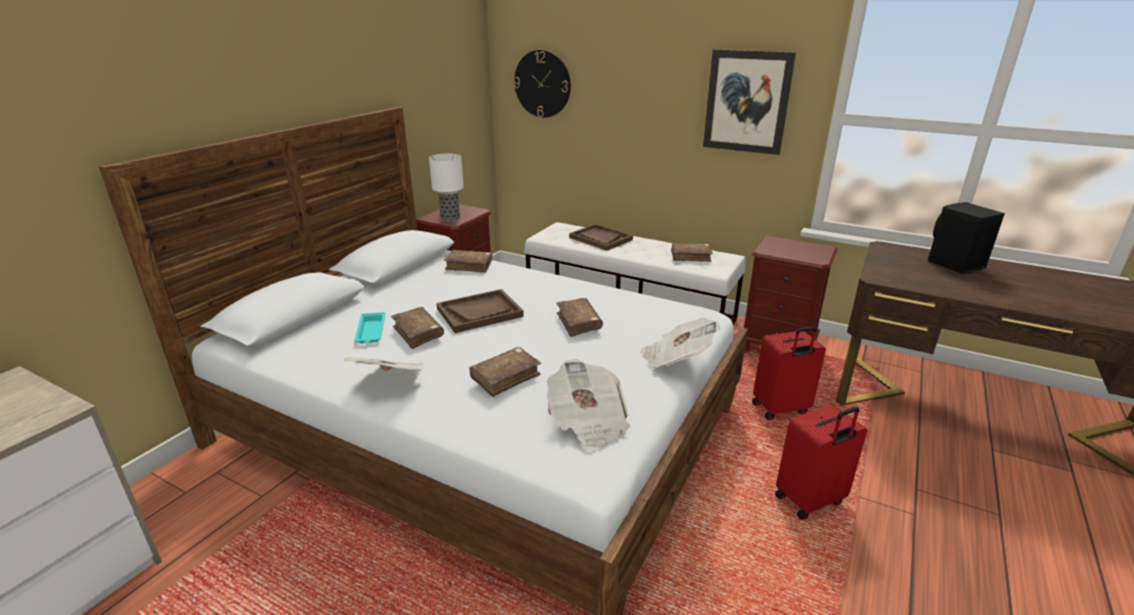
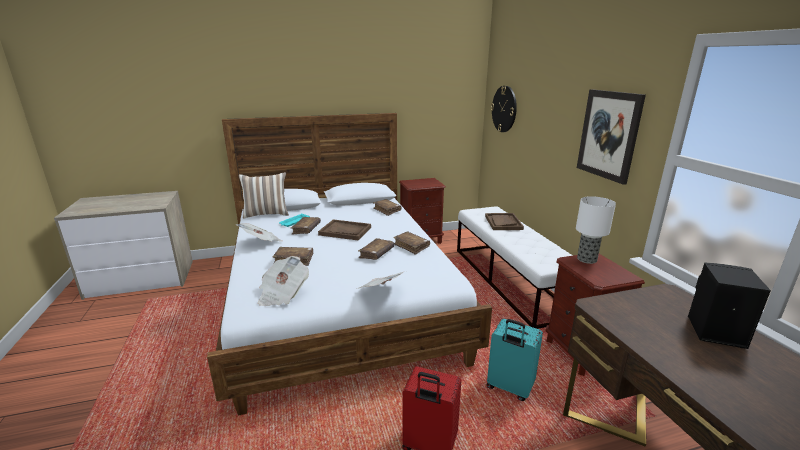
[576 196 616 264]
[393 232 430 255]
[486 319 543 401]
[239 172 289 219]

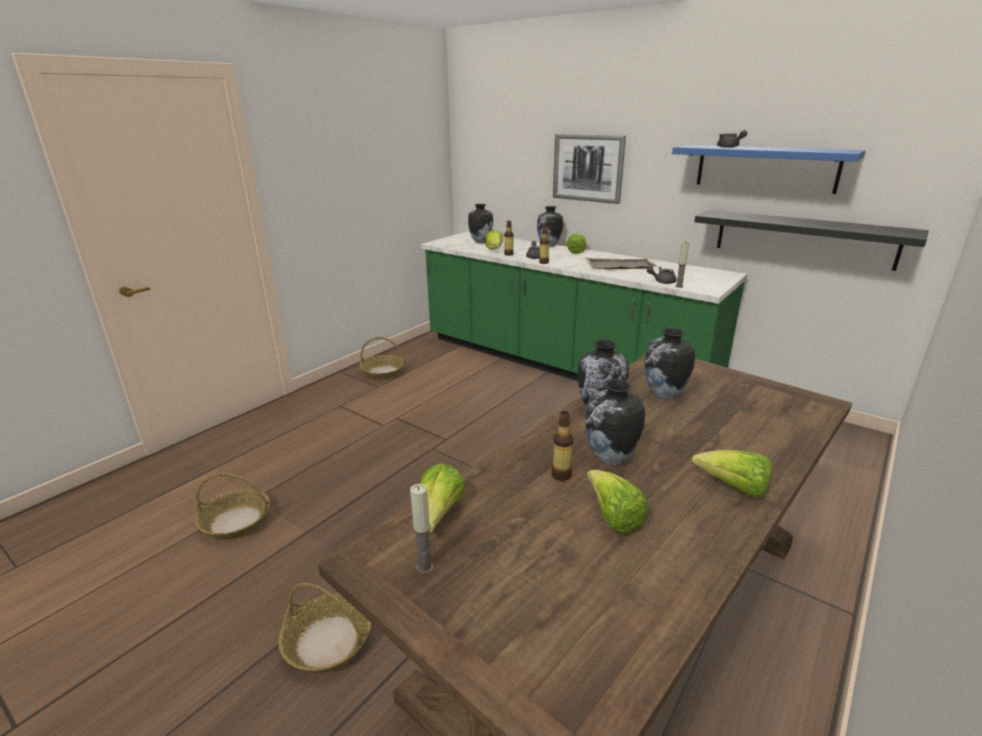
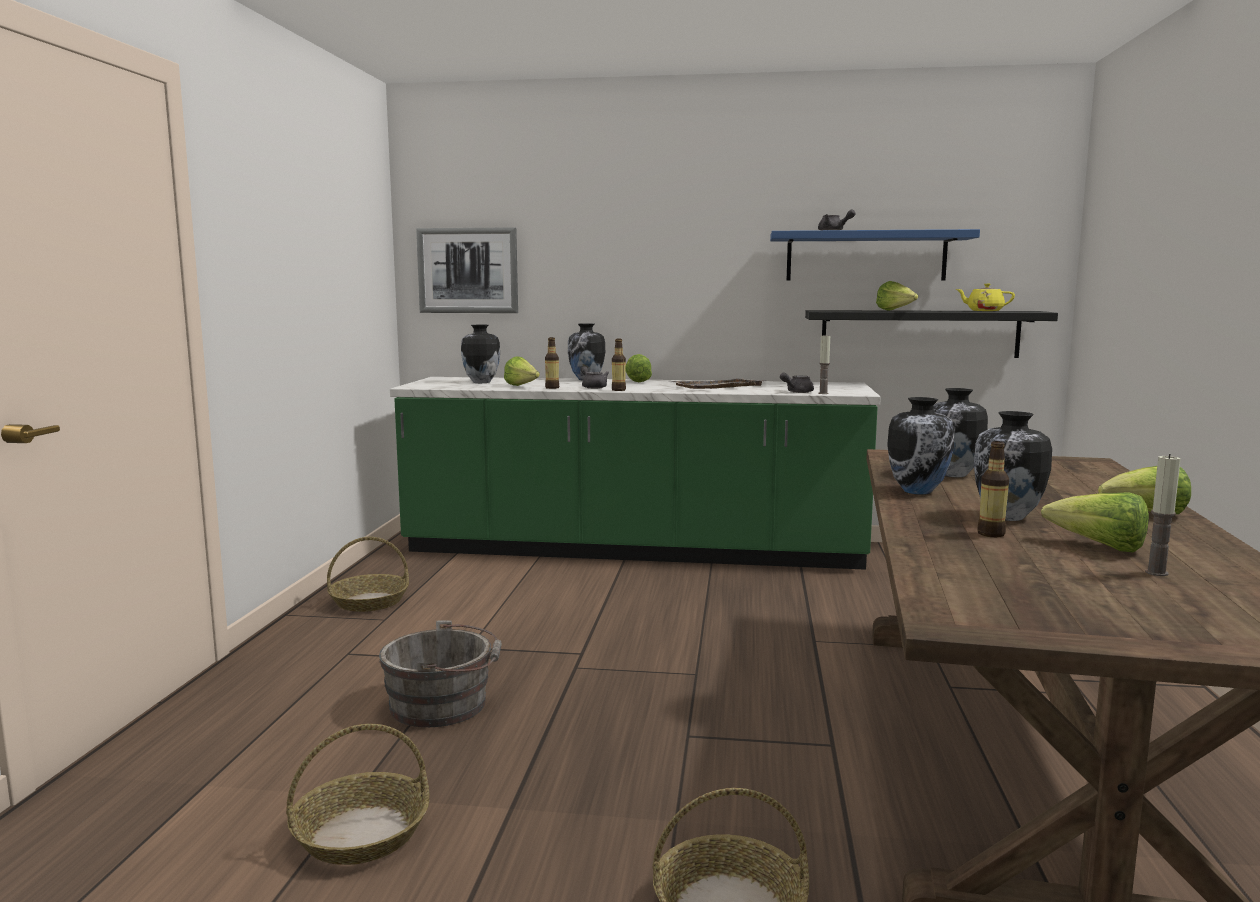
[416 227 518 313]
[876 281 918 311]
[1145 454 1181 576]
[956 283 1015 311]
[379 620 502 727]

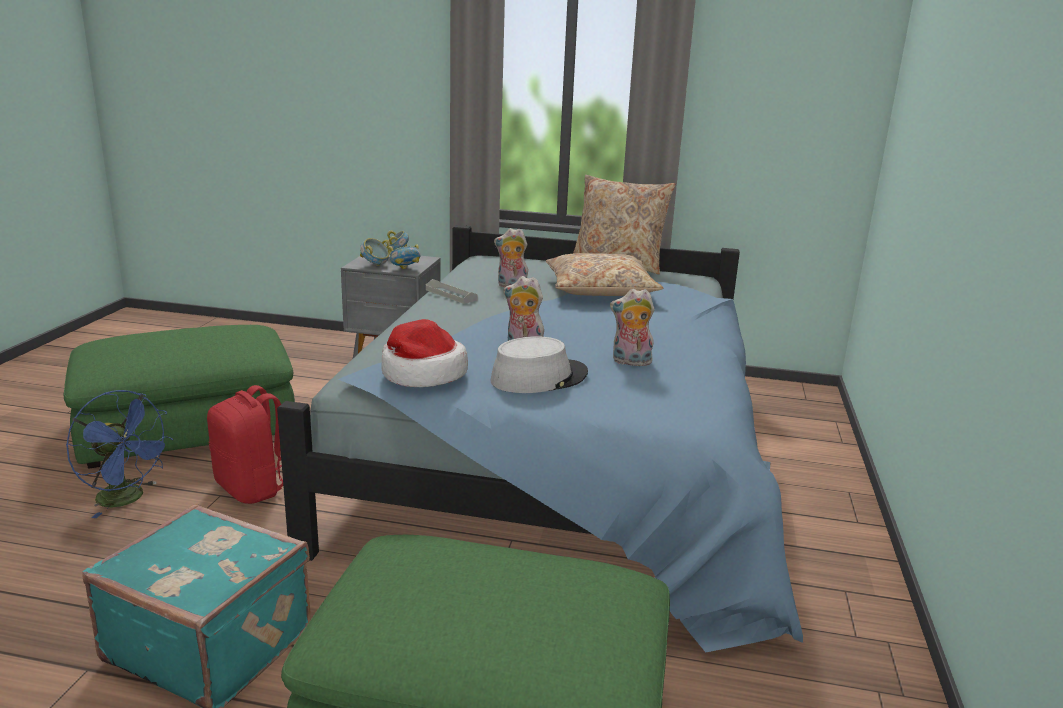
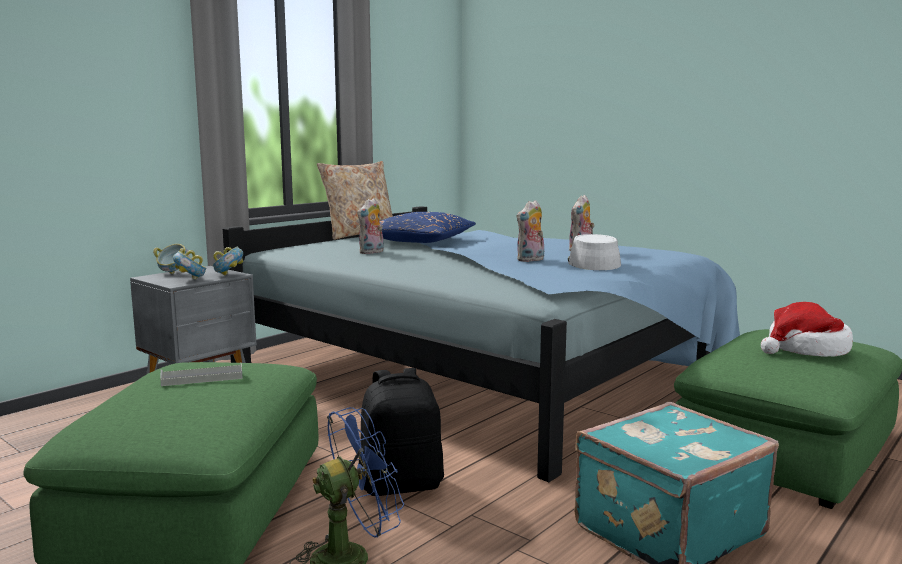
[379 212 476 243]
[160 362 243 386]
[761 302 853 357]
[359 368 444 496]

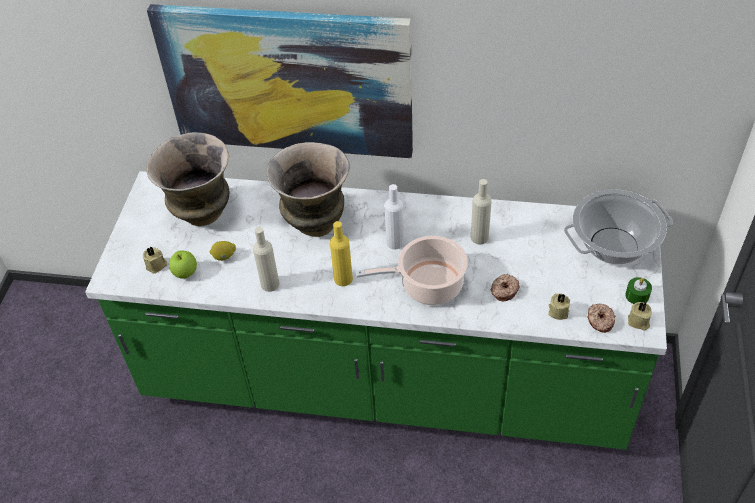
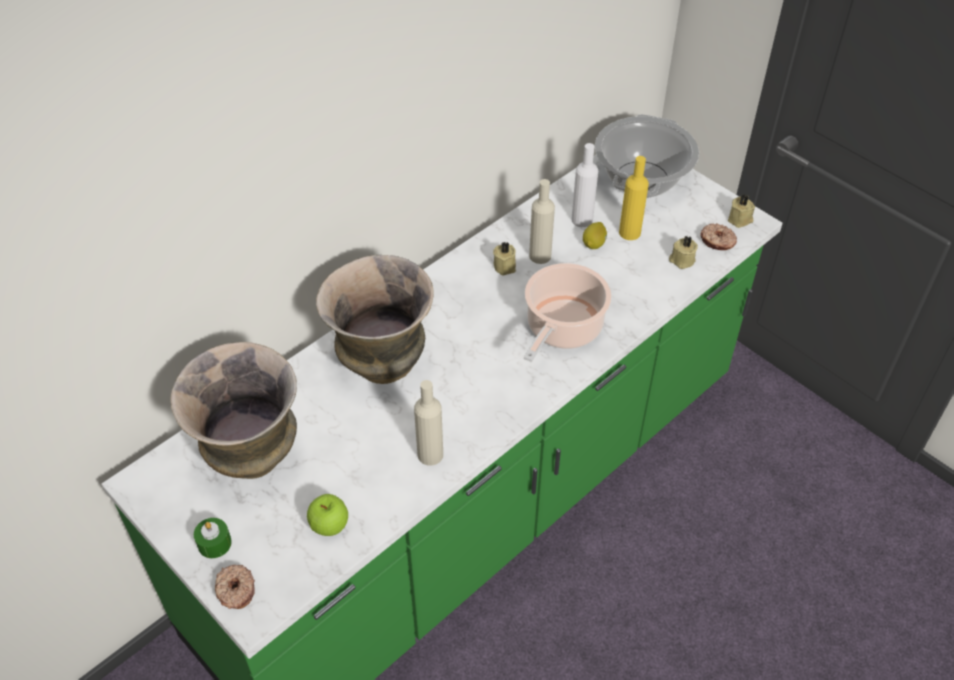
[147 4 413 158] (first image)
[571 143 598 227]
[619 156 649 240]
[583 222 607 249]
[493 242 516 275]
[215 565 255 609]
[194 518 232 558]

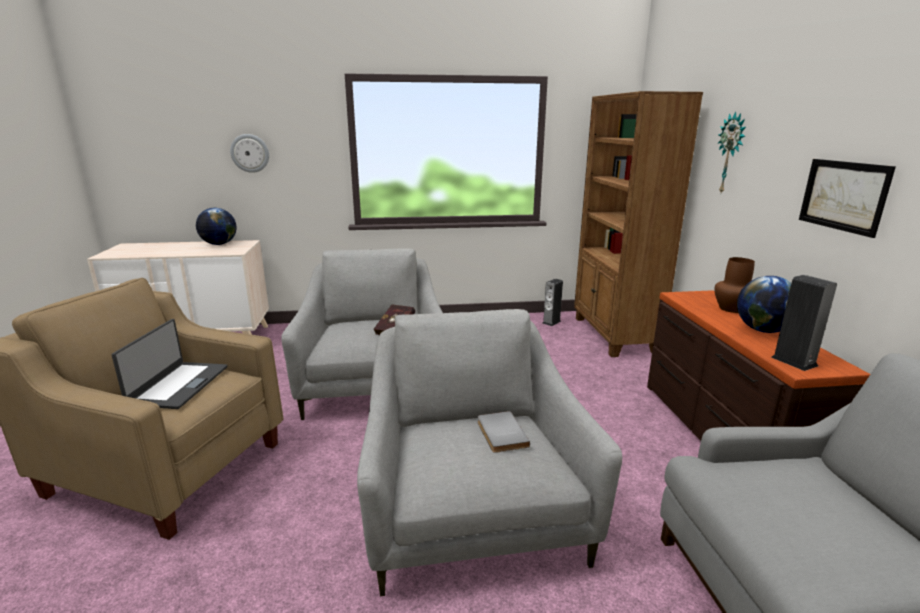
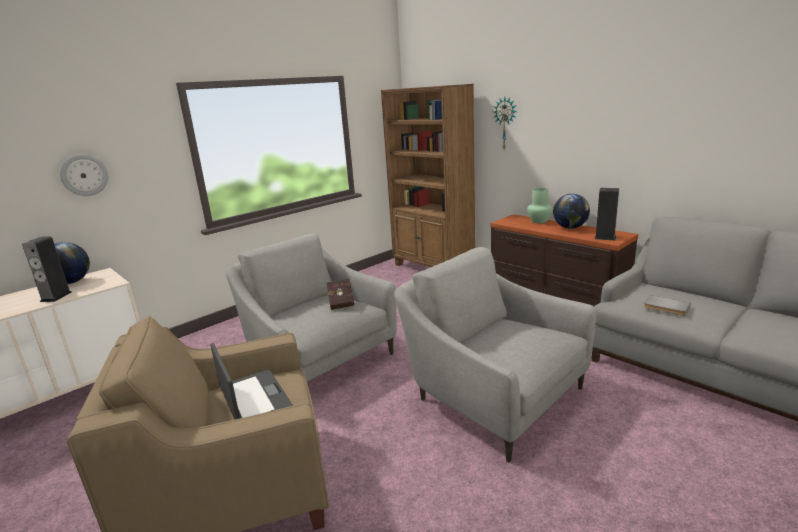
[799 159 896 238] (first image)
[527 188 553 223]
[22 236 72 302]
[644 295 691 316]

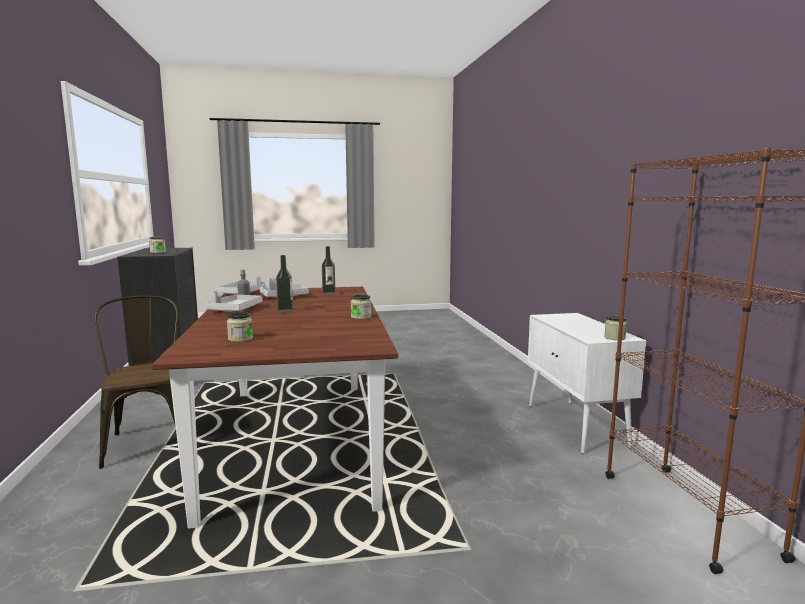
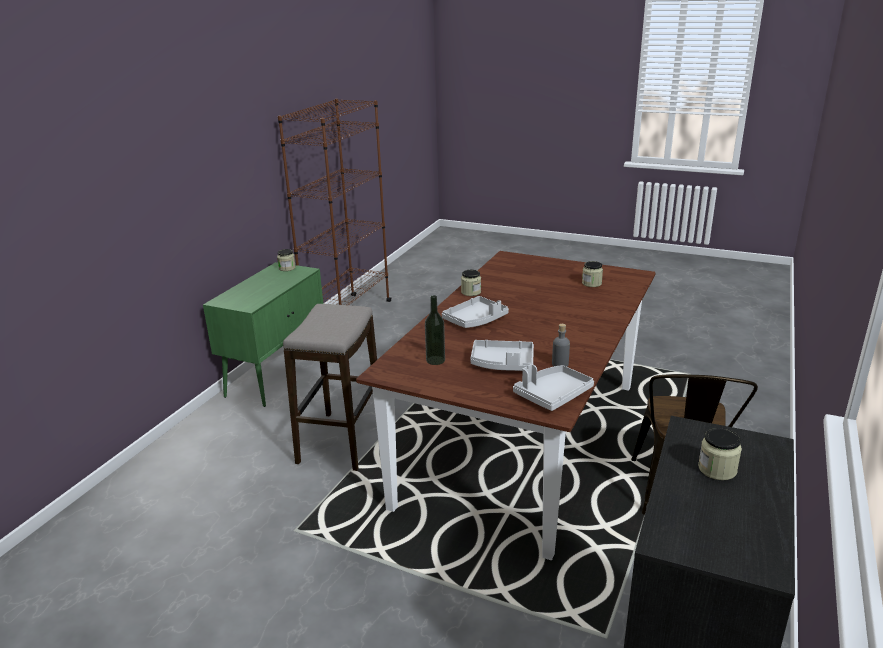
[276 255 293 313] (first image)
[442 296 509 328]
[203 262 323 407]
[283 304 377 471]

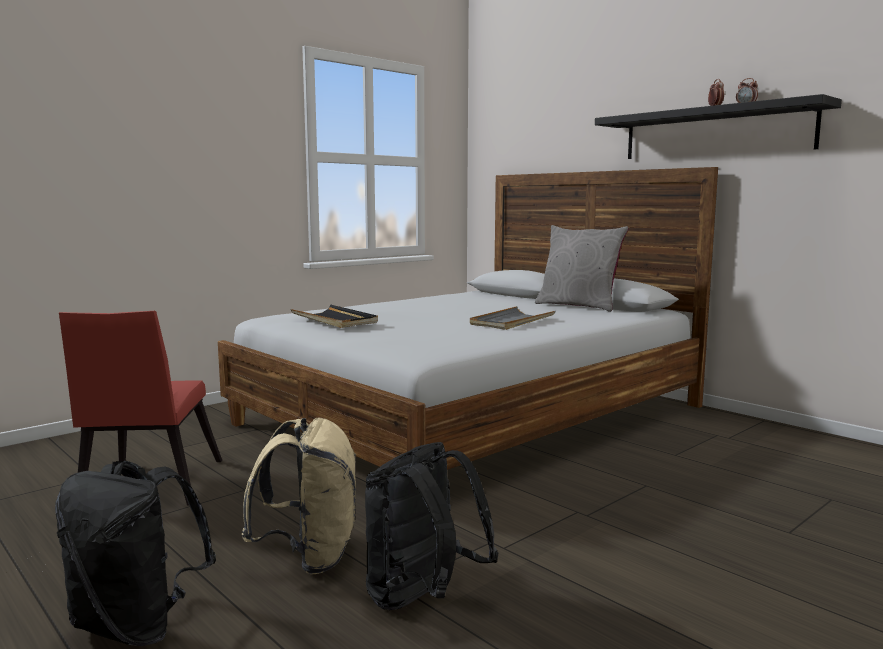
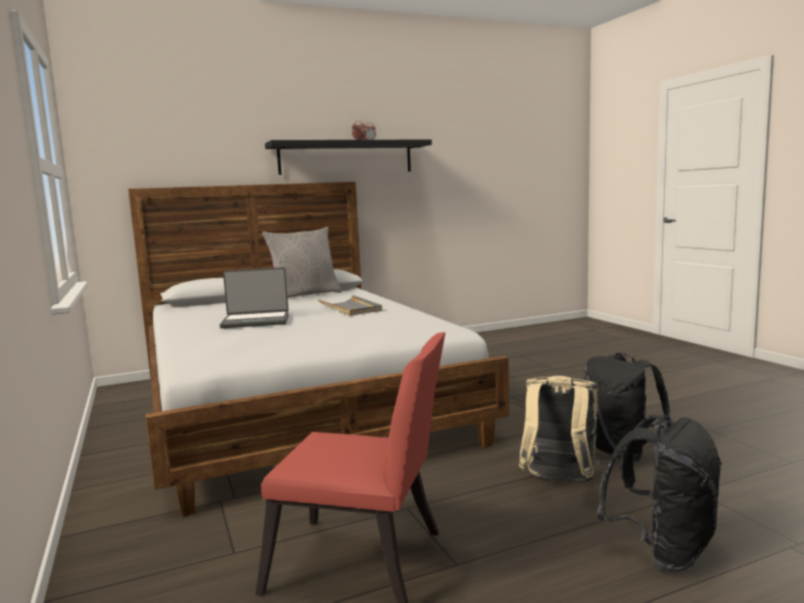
[291 305 378 328] (first image)
[220 267 289 328]

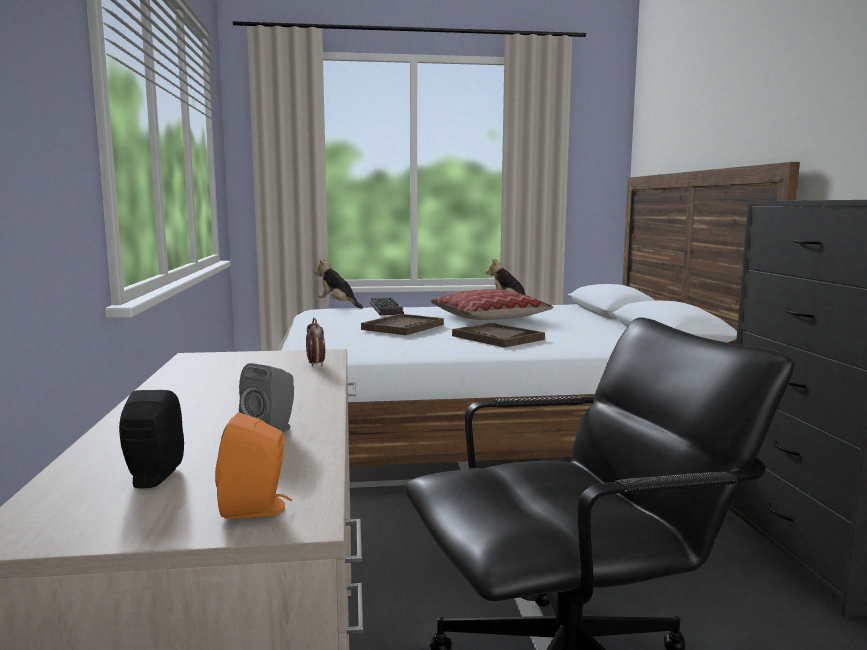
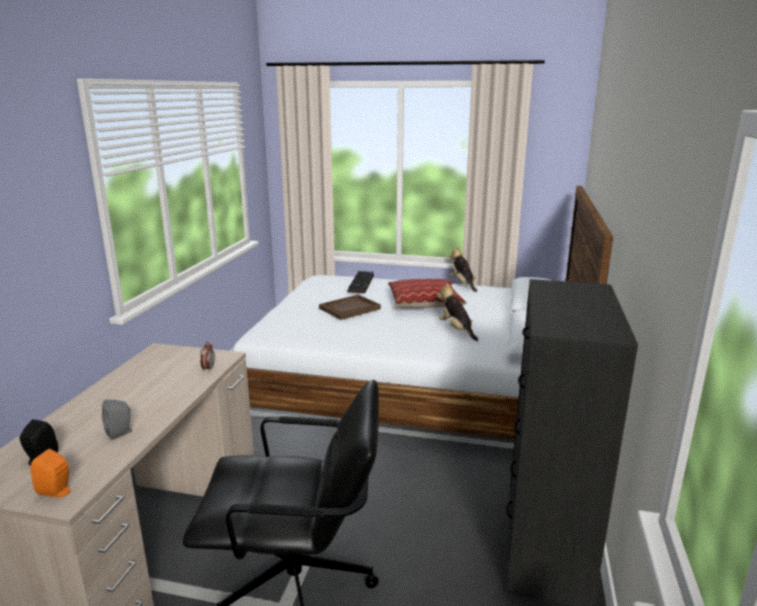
[437 282 478 341]
[452 323 545 348] (first image)

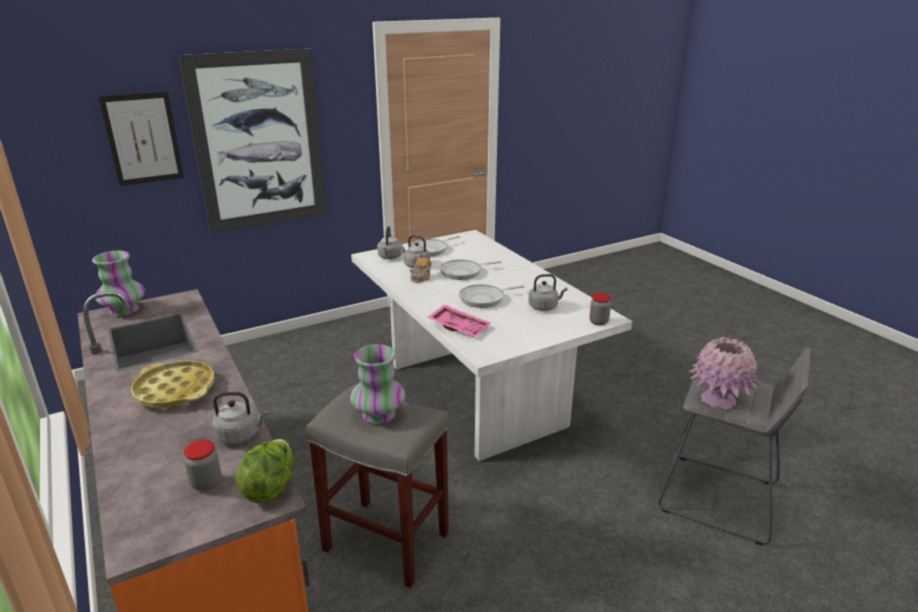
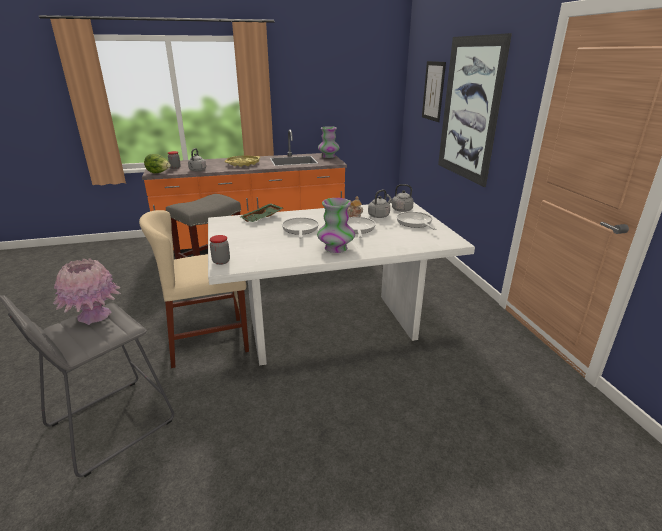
[528 274 567 311] (first image)
[240 203 283 222]
[317 198 355 253]
[139 210 249 368]

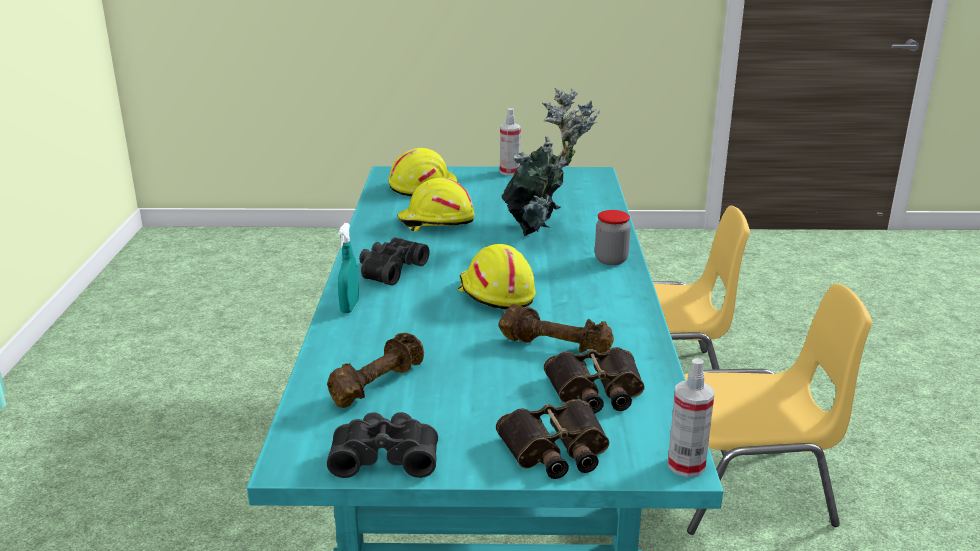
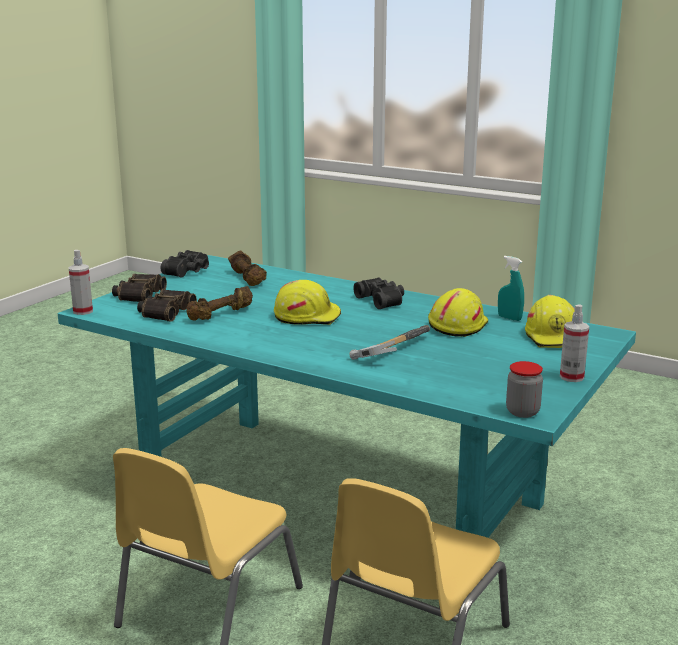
[350 325 430 360]
[506 361 543 418]
[498 256 524 321]

